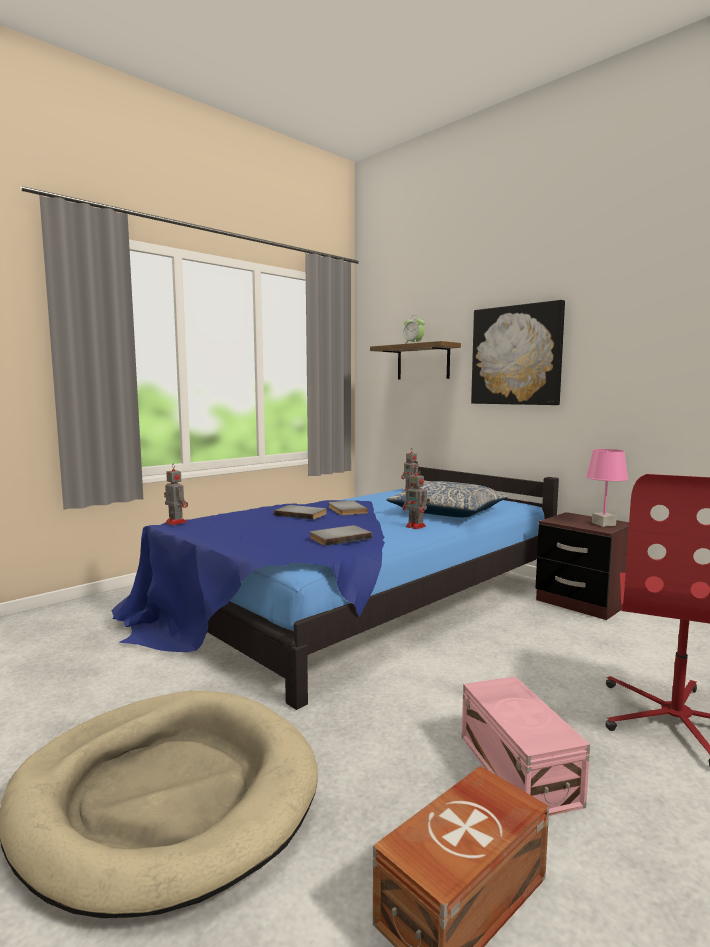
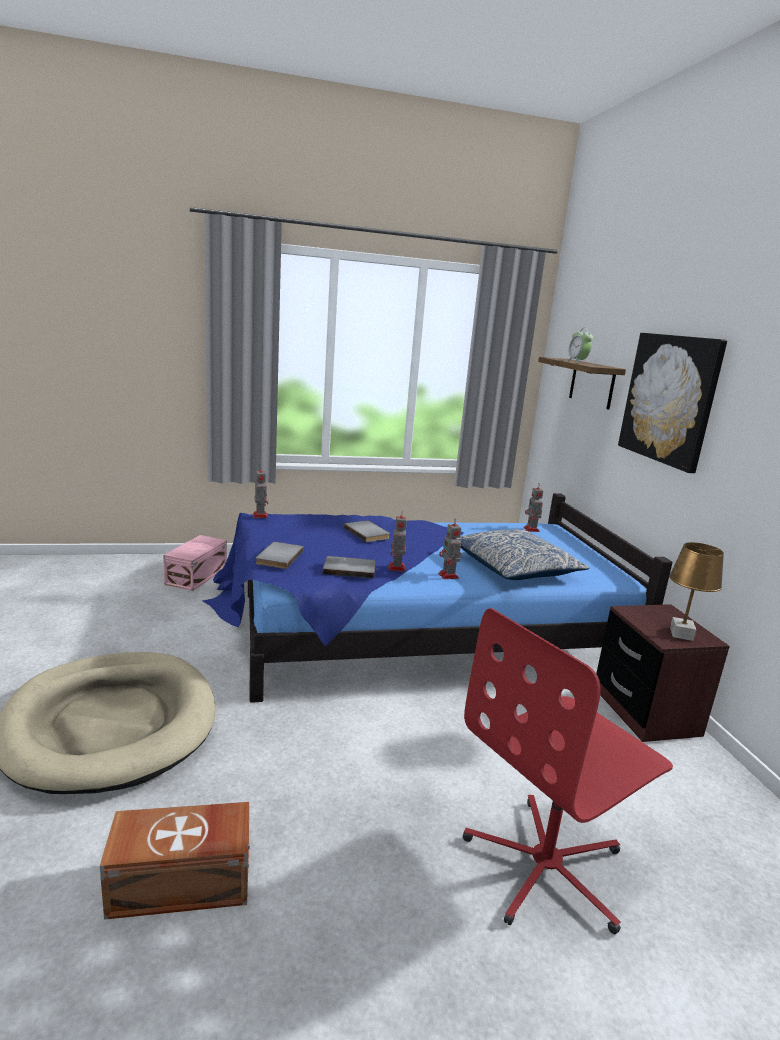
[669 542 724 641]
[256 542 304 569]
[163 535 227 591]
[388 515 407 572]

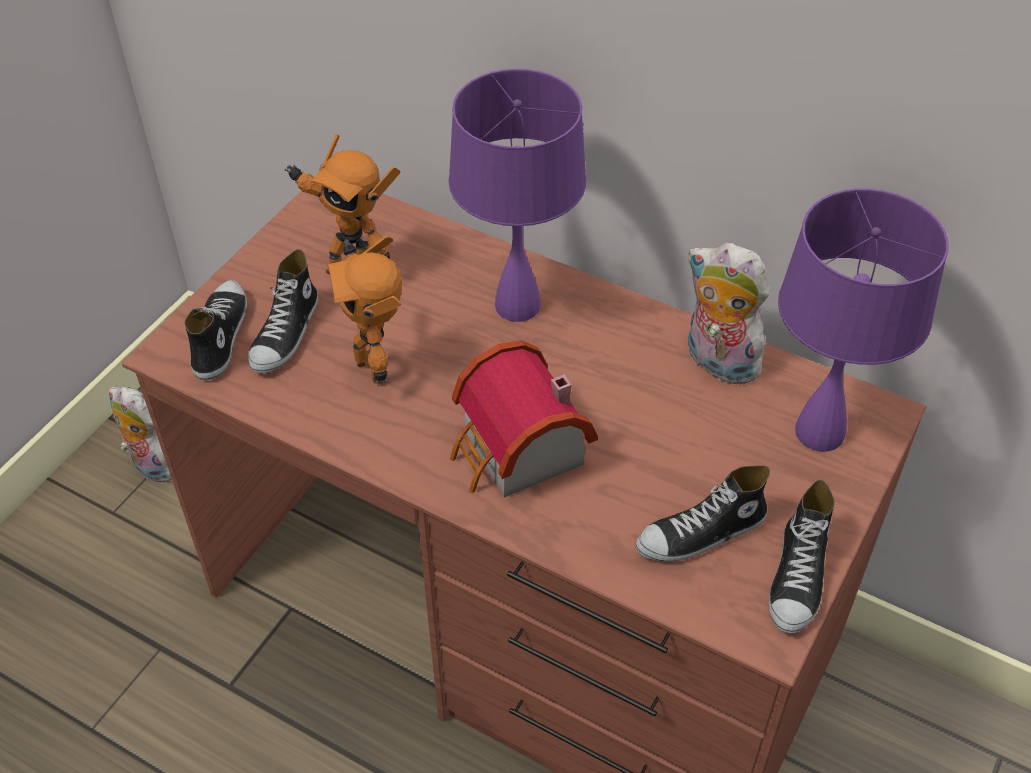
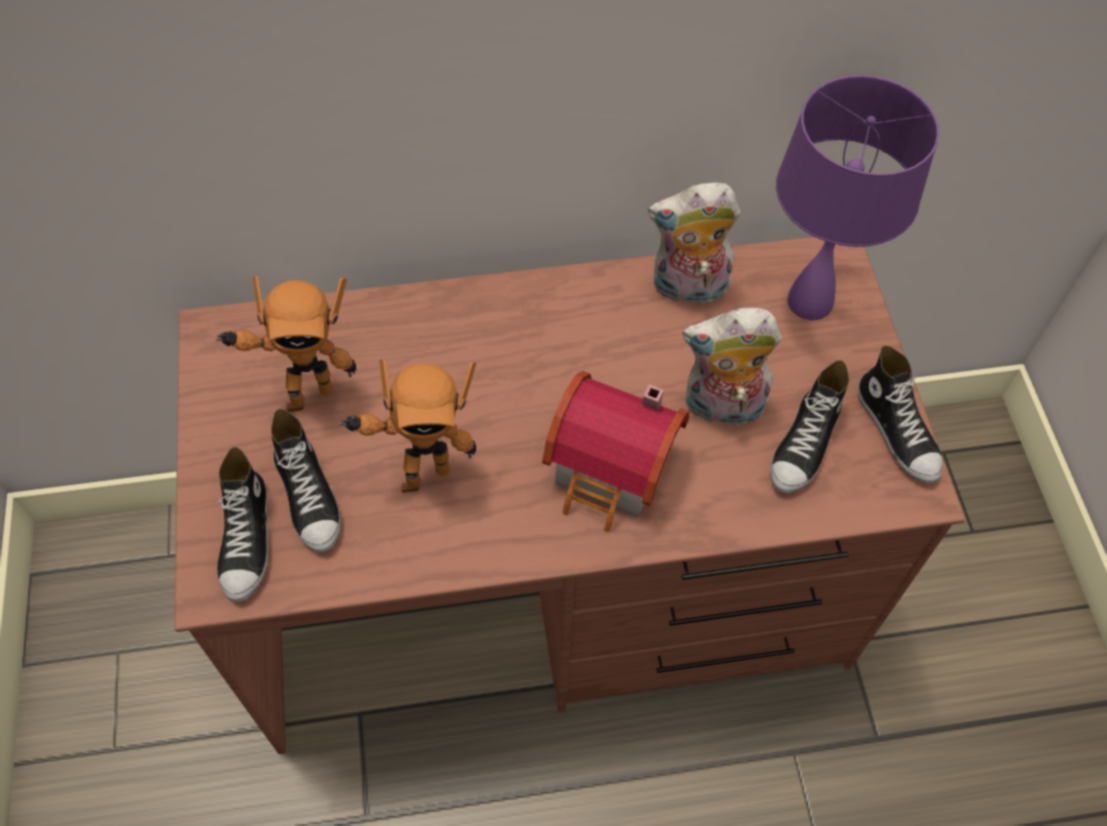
[449 69 586 322] (first image)
[340 359 476 493]
[217 447 268 601]
[682 308 782 432]

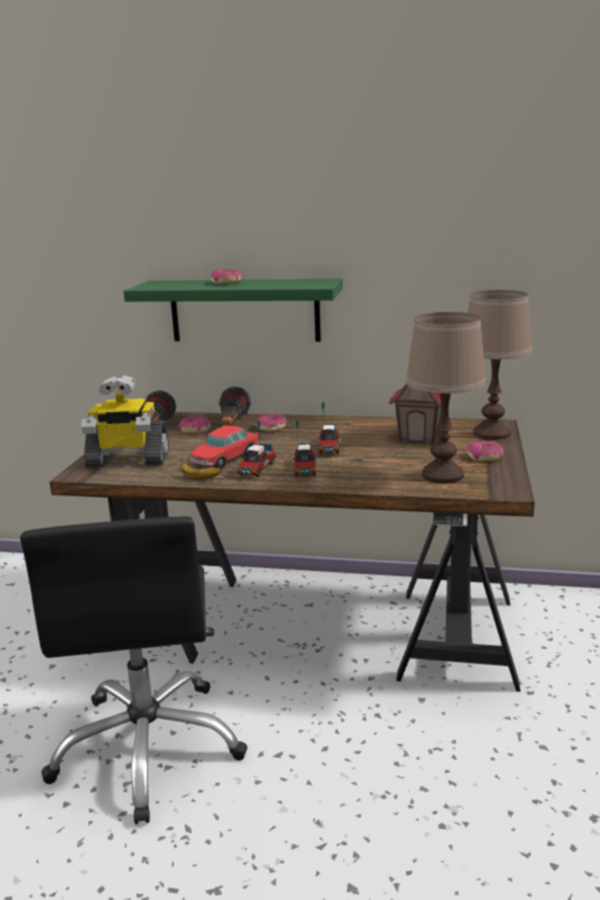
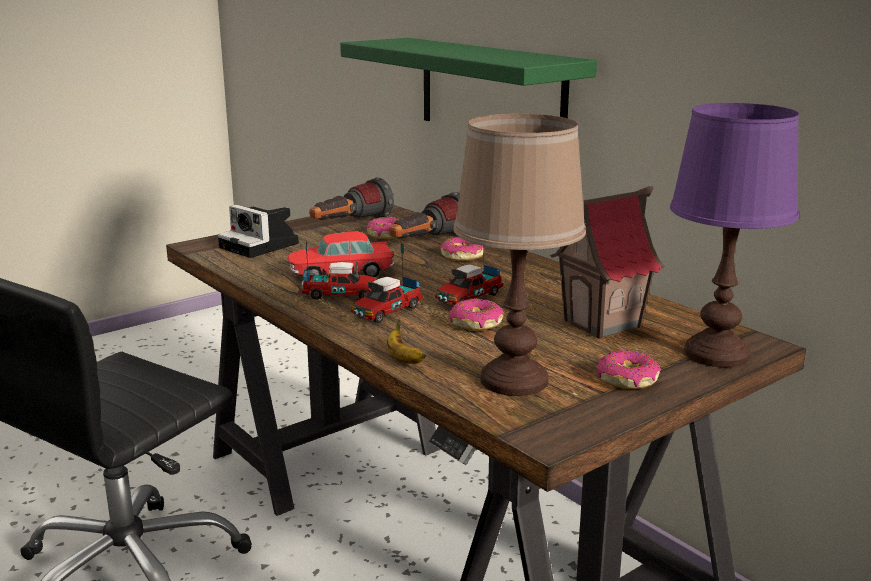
[449 298 504 330]
[670 103 799 367]
[218 205 299 258]
[301 240 377 300]
[387 319 427 364]

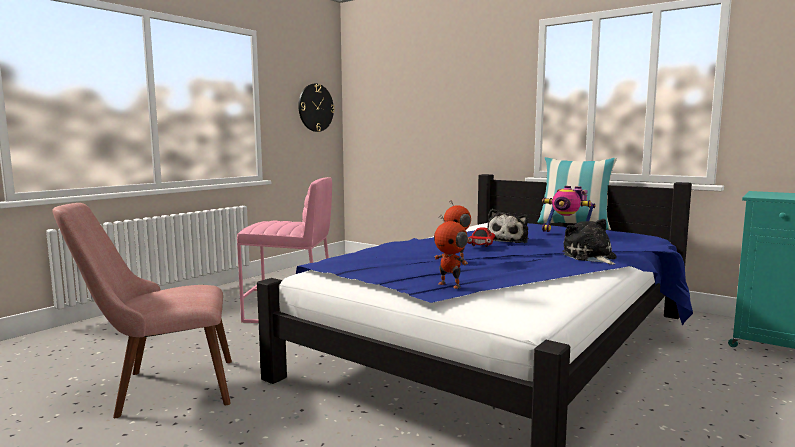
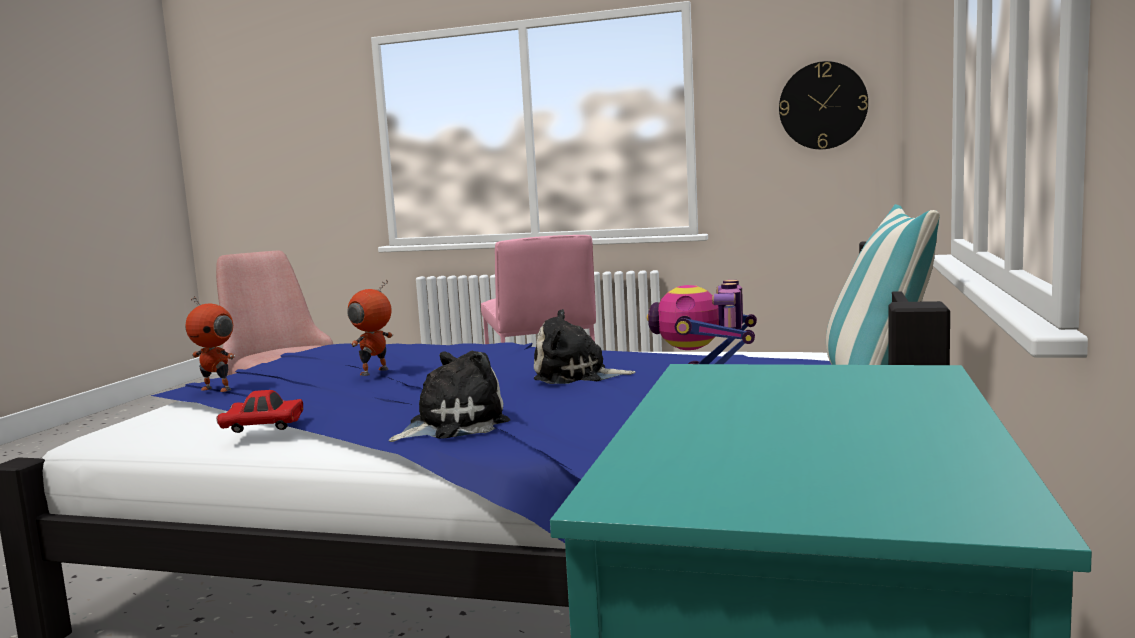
[185 296 235 392]
[216 390 303 433]

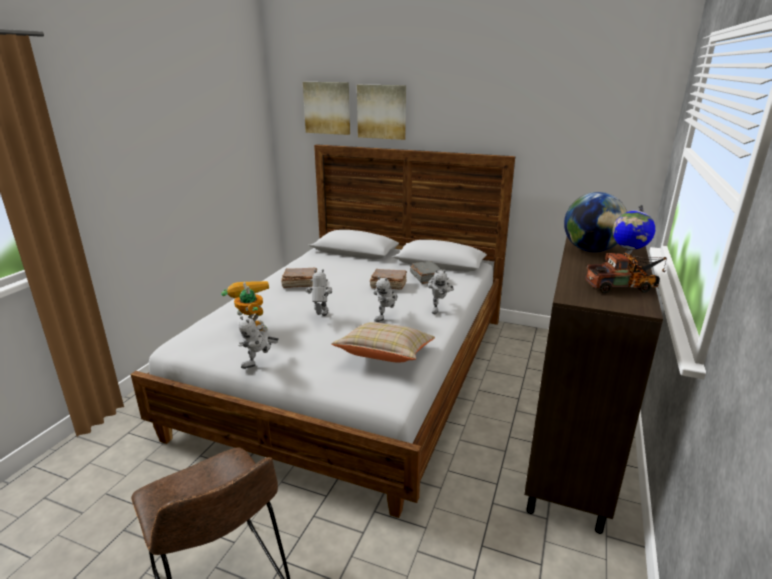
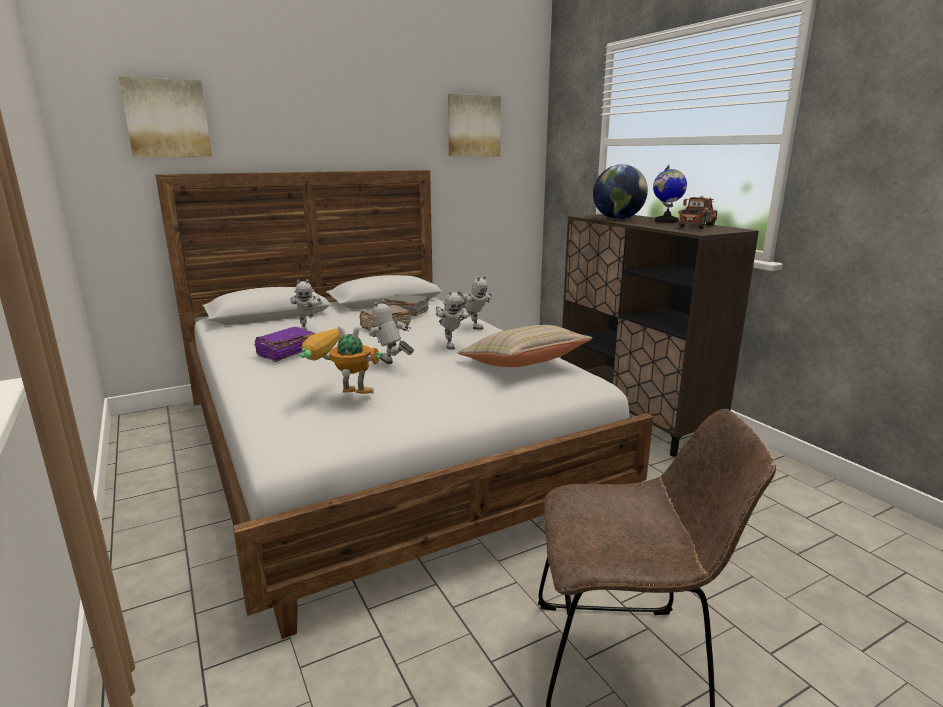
[448 94 501 156]
[254 327 315 362]
[290 279 322 330]

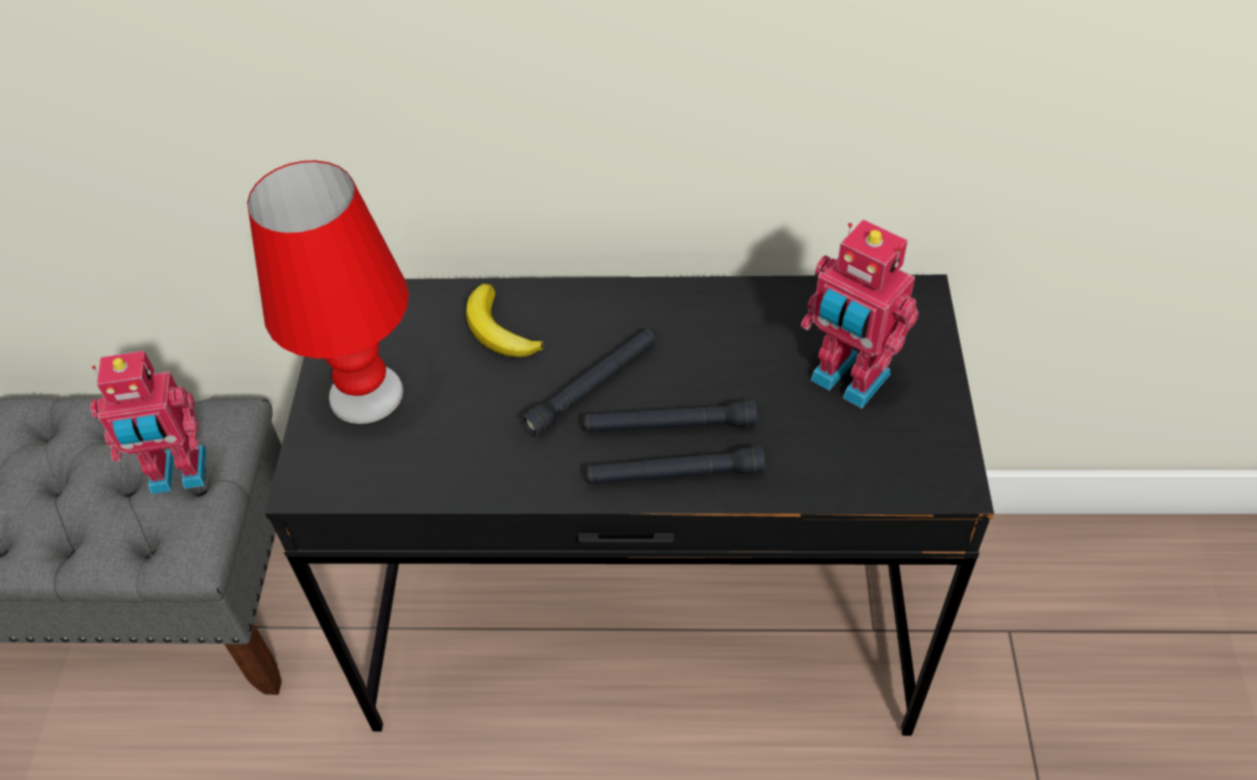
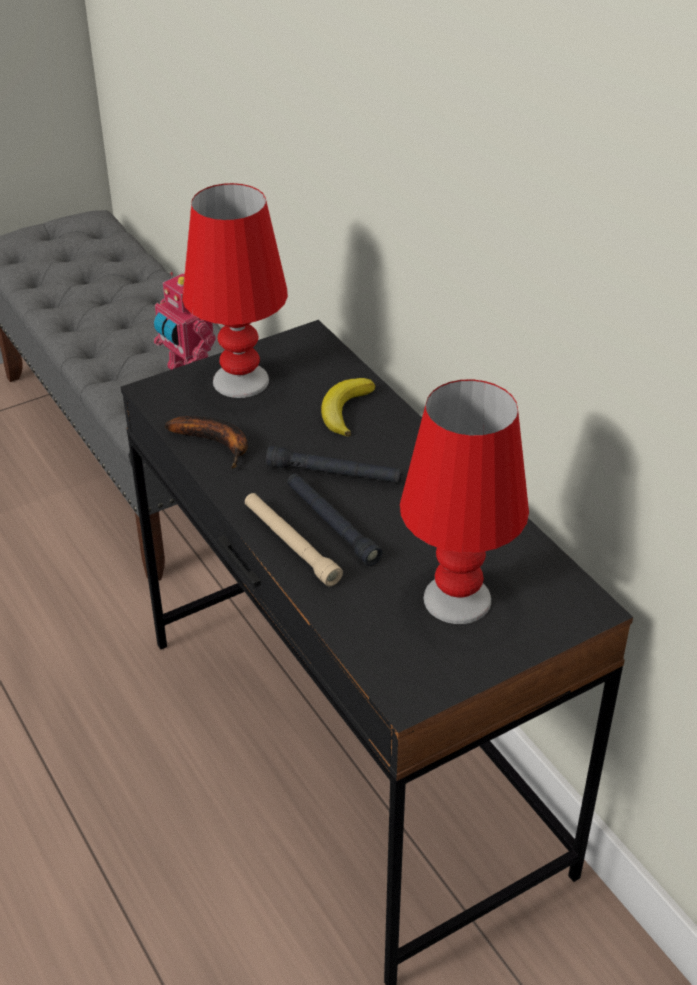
[400 379 529 624]
[245 493 343 587]
[165 416 248 469]

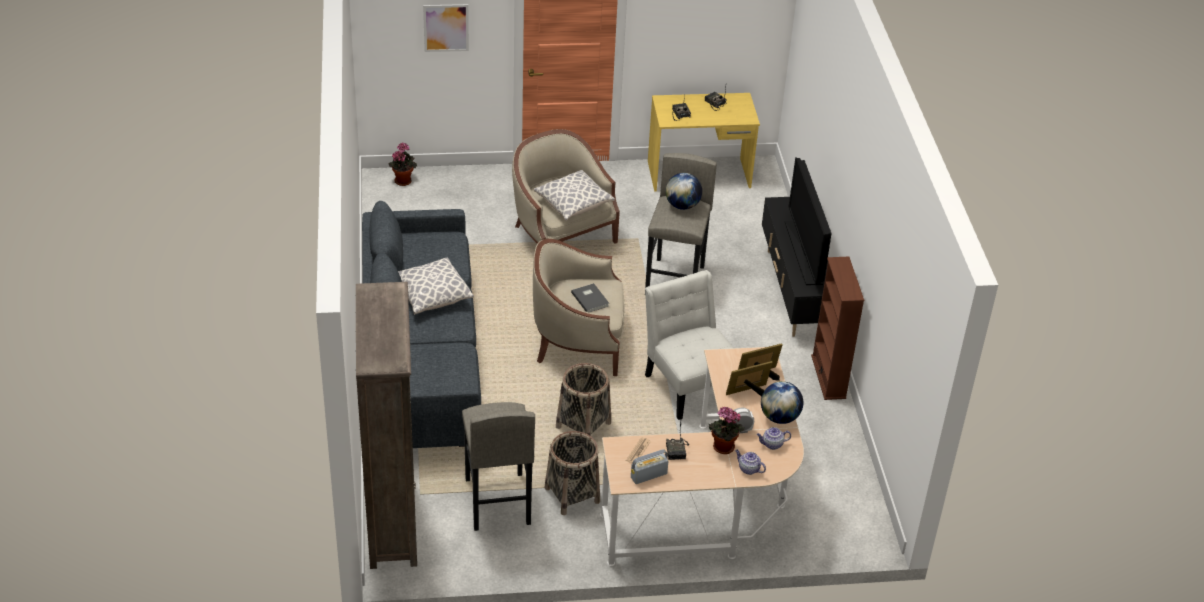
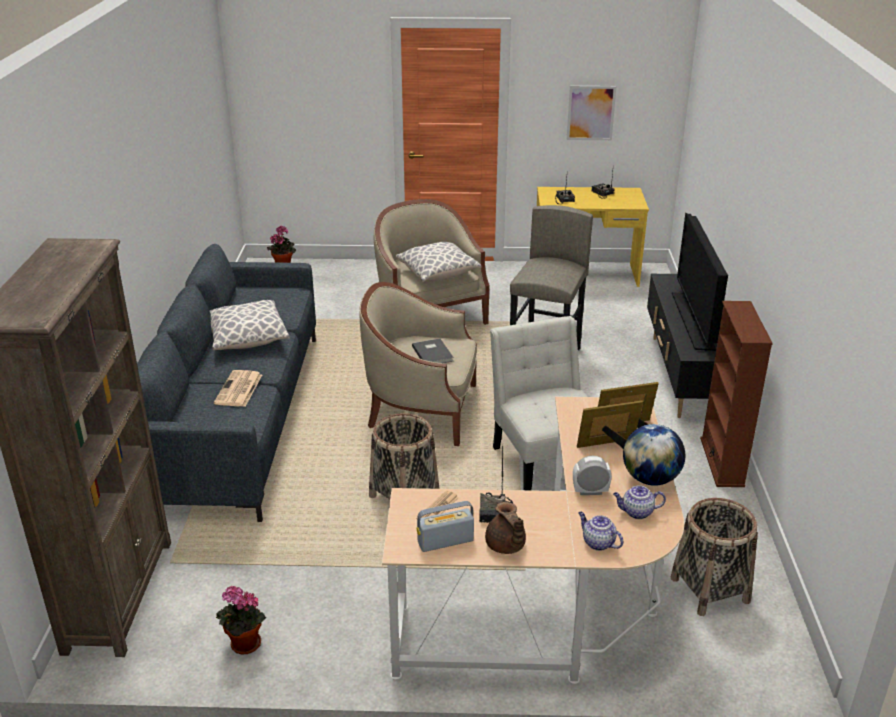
[567 86 616 140]
[665 173 702 210] (first image)
[462 402 535 531] (first image)
[216 586 266 654]
[671 498 758 616]
[214 370 262 407]
[485 502 526 554]

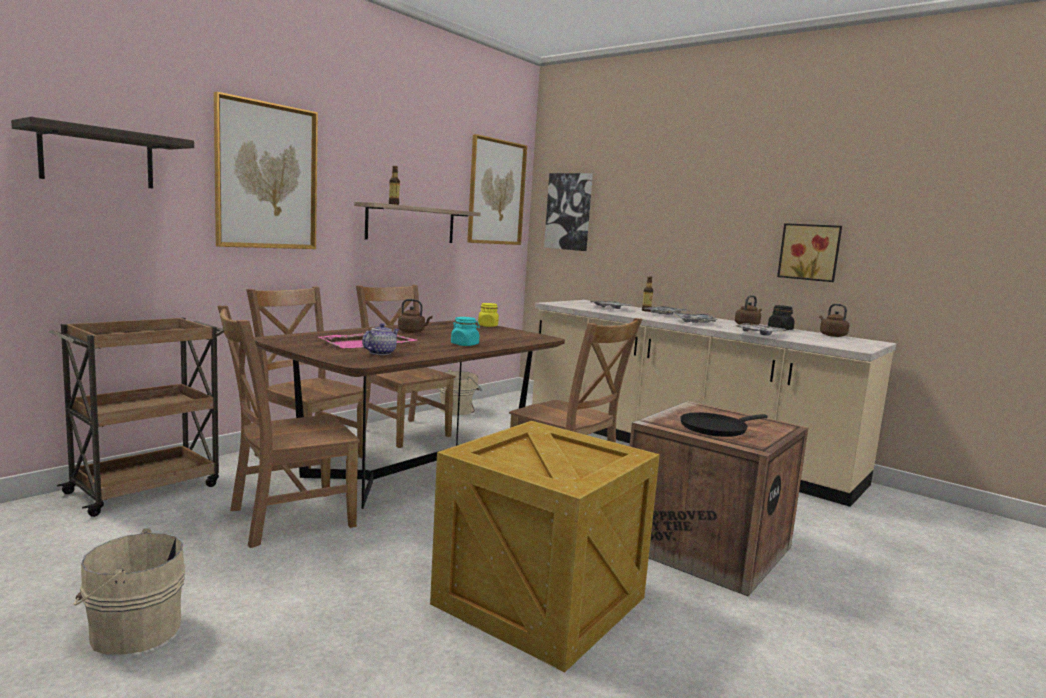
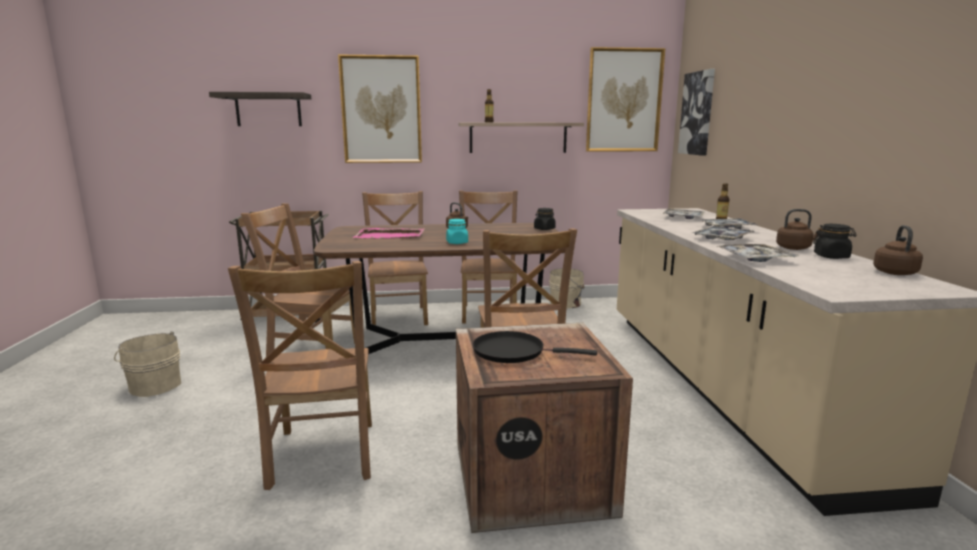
[777 223 842 282] (first image)
[534 208 556 230]
[362 323 399 355] (first image)
[228 261 372 490]

